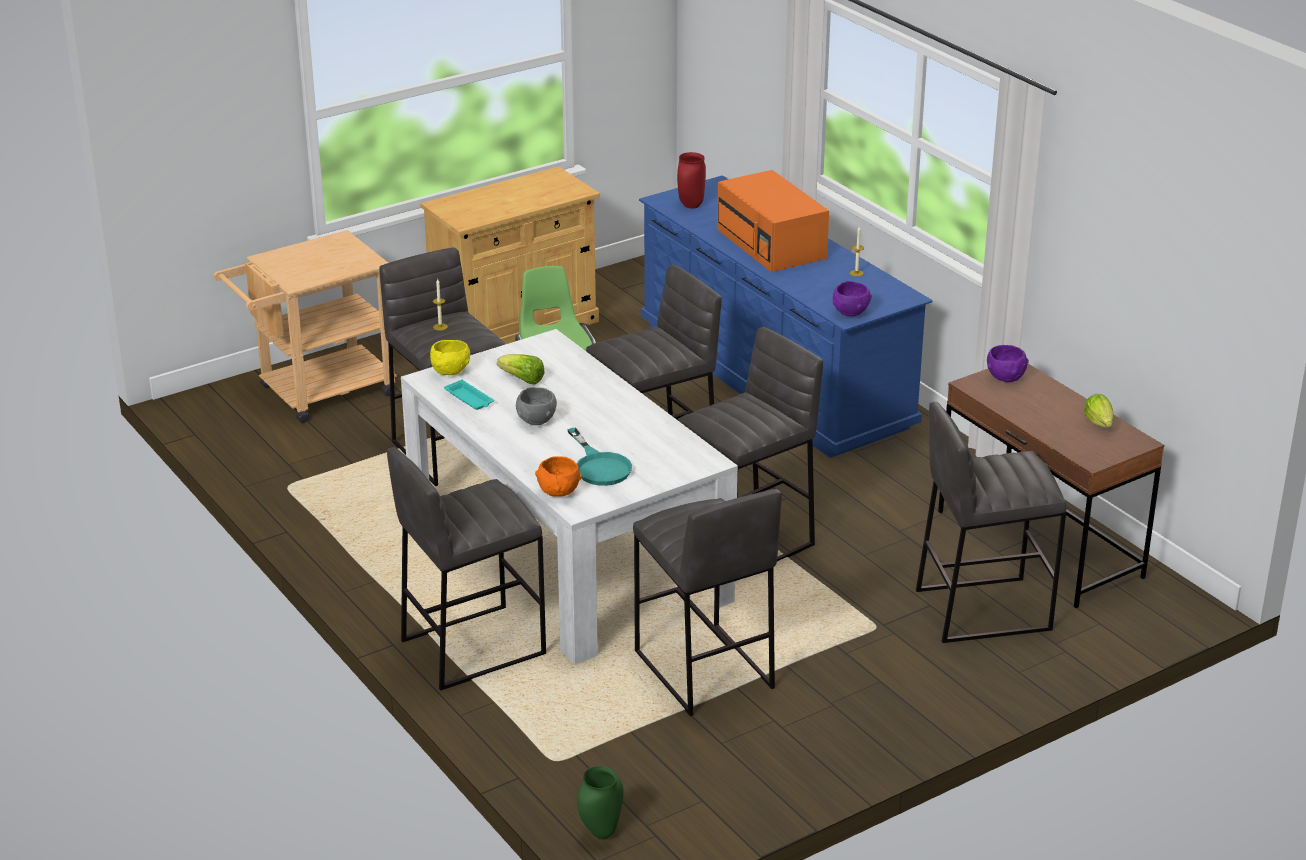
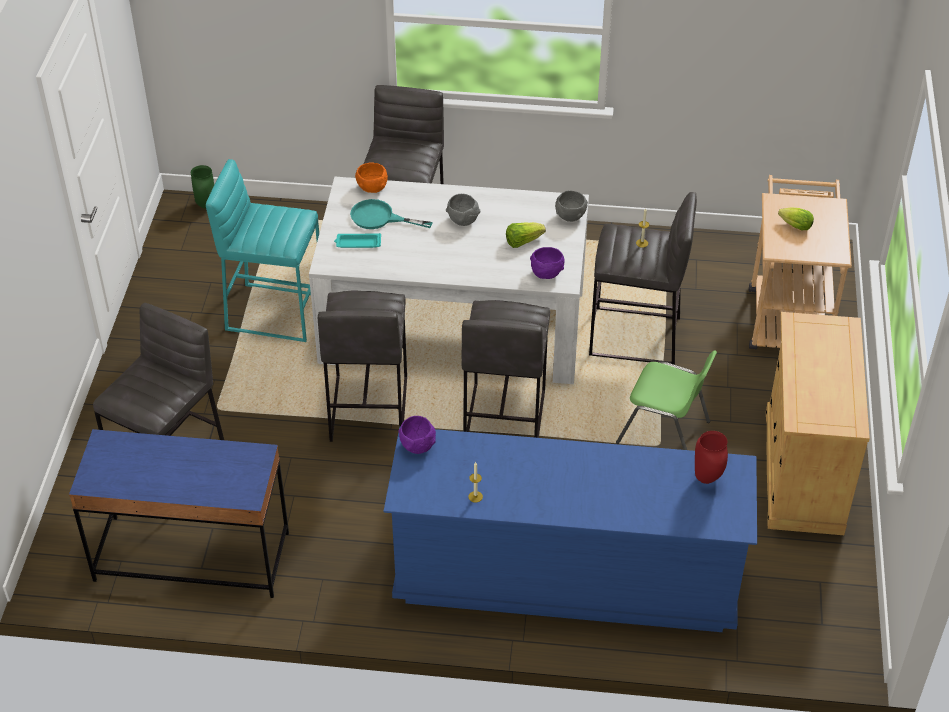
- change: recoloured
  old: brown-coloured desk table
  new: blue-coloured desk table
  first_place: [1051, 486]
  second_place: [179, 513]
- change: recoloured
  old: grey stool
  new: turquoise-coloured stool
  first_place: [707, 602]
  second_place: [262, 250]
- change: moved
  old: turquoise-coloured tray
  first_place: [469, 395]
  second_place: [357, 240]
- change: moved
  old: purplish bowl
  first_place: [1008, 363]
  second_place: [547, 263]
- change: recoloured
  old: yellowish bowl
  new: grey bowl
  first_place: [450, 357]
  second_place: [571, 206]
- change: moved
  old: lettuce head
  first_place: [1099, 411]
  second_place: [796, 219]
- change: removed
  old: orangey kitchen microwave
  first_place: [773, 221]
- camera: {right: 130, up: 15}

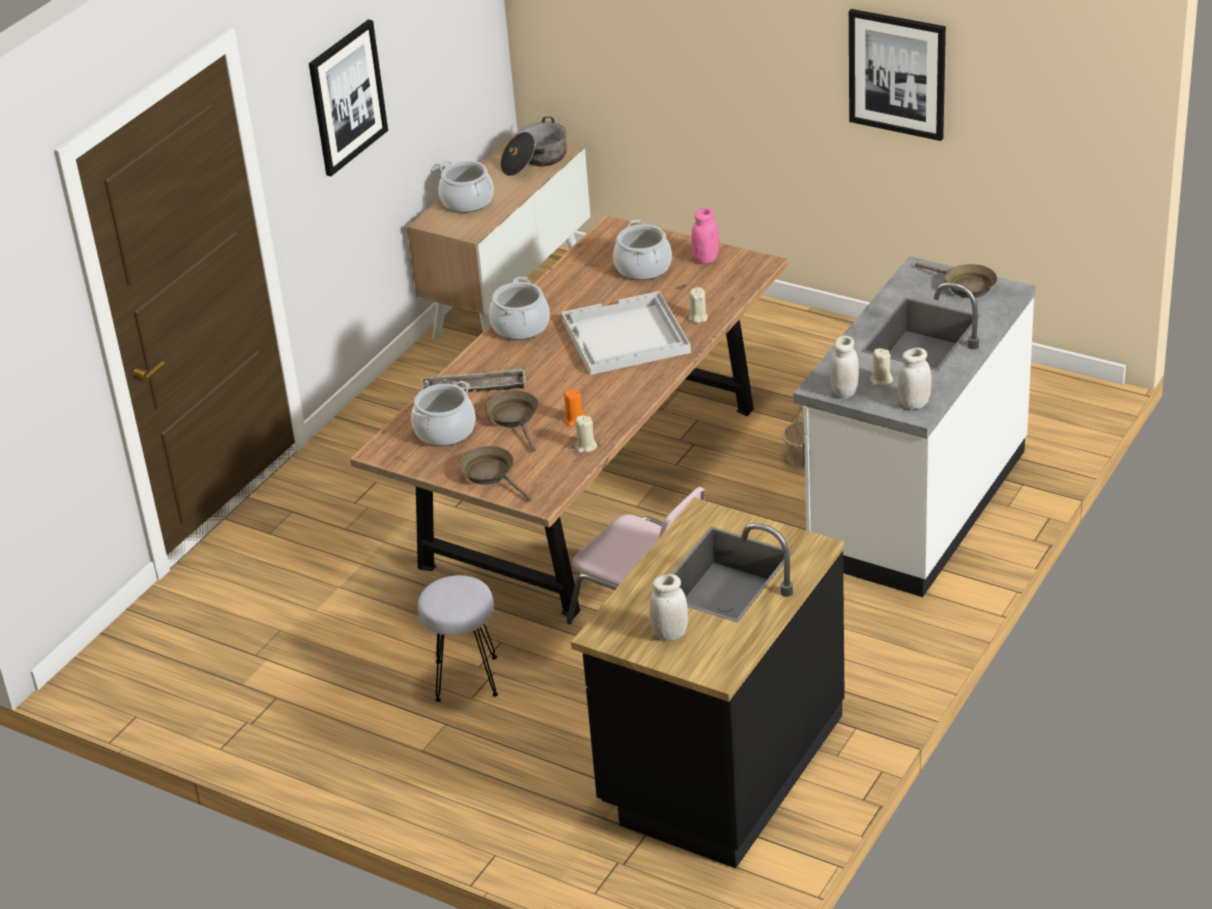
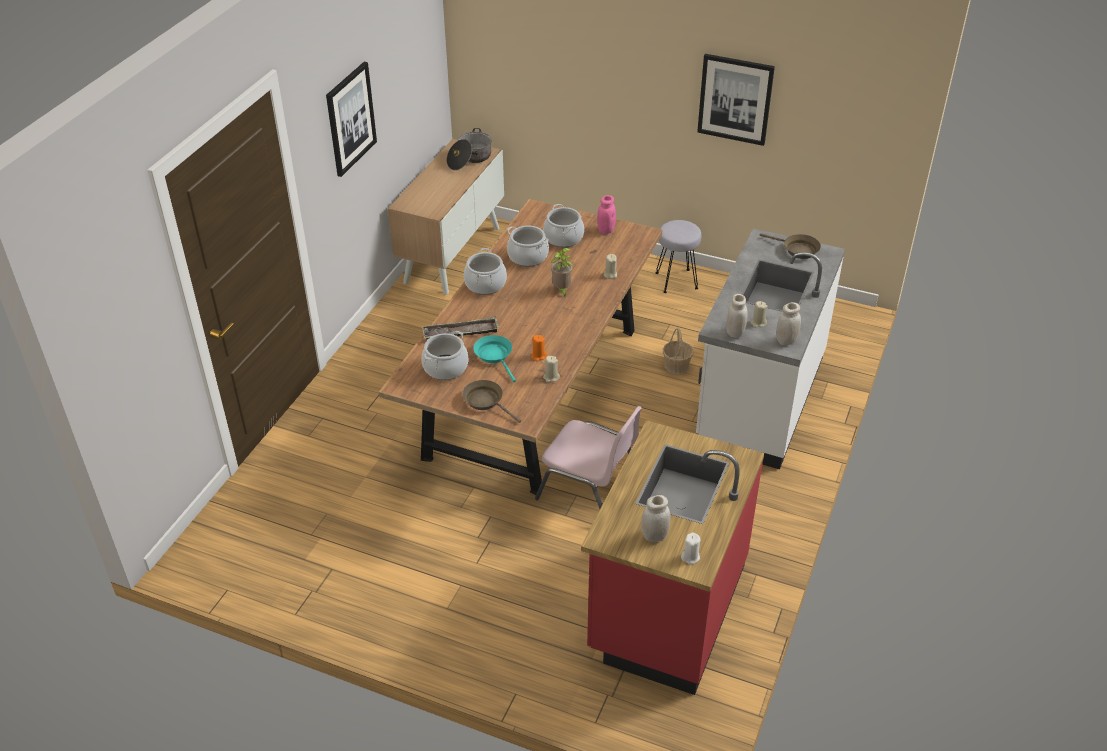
- change: recoloured
  old: brown-coloured skillet
  new: turquoise-coloured skillet
  first_place: [511, 421]
  second_place: [494, 358]
- change: moved
  old: saucepot
  first_place: [466, 187]
  second_place: [528, 246]
- change: replaced
  old: white tray
  new: plant in a pot
  first_place: [626, 333]
  second_place: [562, 273]
- change: recoloured
  old: black-coloured counter
  new: red-coloured counter
  first_place: [708, 682]
  second_place: [672, 557]
- change: moved
  old: grey stool
  first_place: [458, 638]
  second_place: [678, 256]
- change: added
  new: white candle
  second_place: [690, 548]
- camera: {right: -10, up: 5}

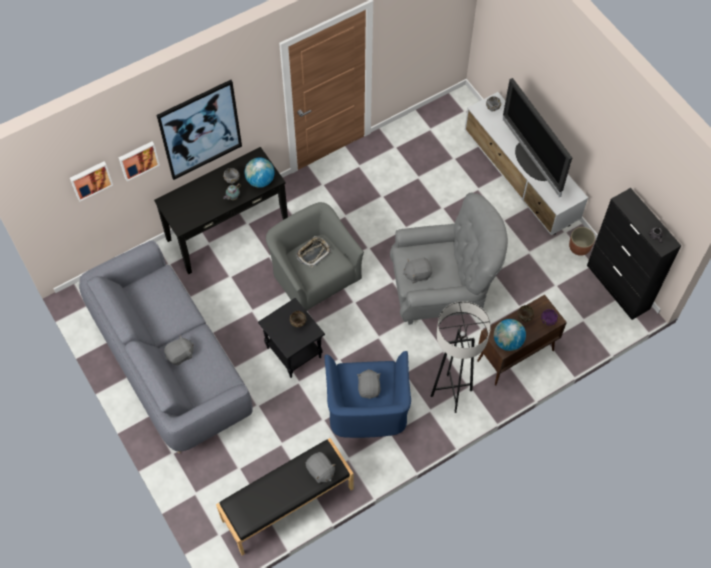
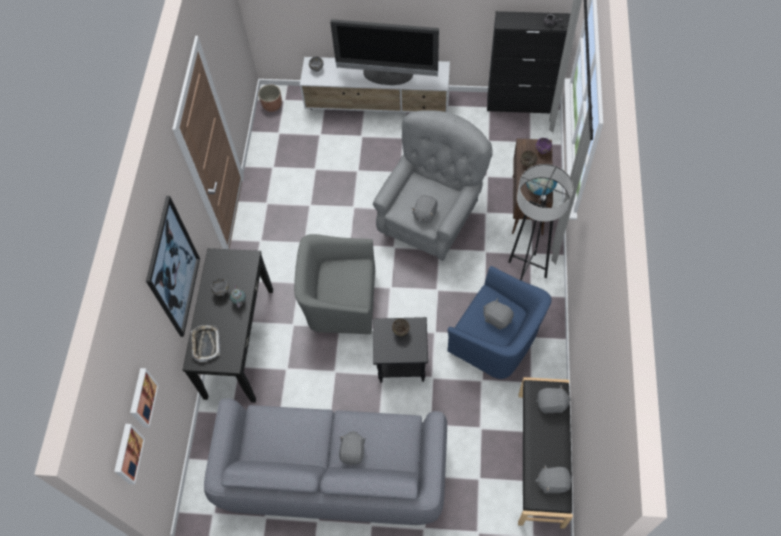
- change: moved
  old: wall art
  first_place: [139, 161]
  second_place: [129, 454]
- change: moved
  old: tray
  first_place: [313, 251]
  second_place: [205, 343]
- change: moved
  old: flower pot
  first_place: [582, 241]
  second_place: [270, 98]
- change: added
  new: grey plush toy
  second_place: [553, 479]
- change: removed
  old: desk globe
  first_place: [259, 173]
- camera: {right: -50, up: 0}

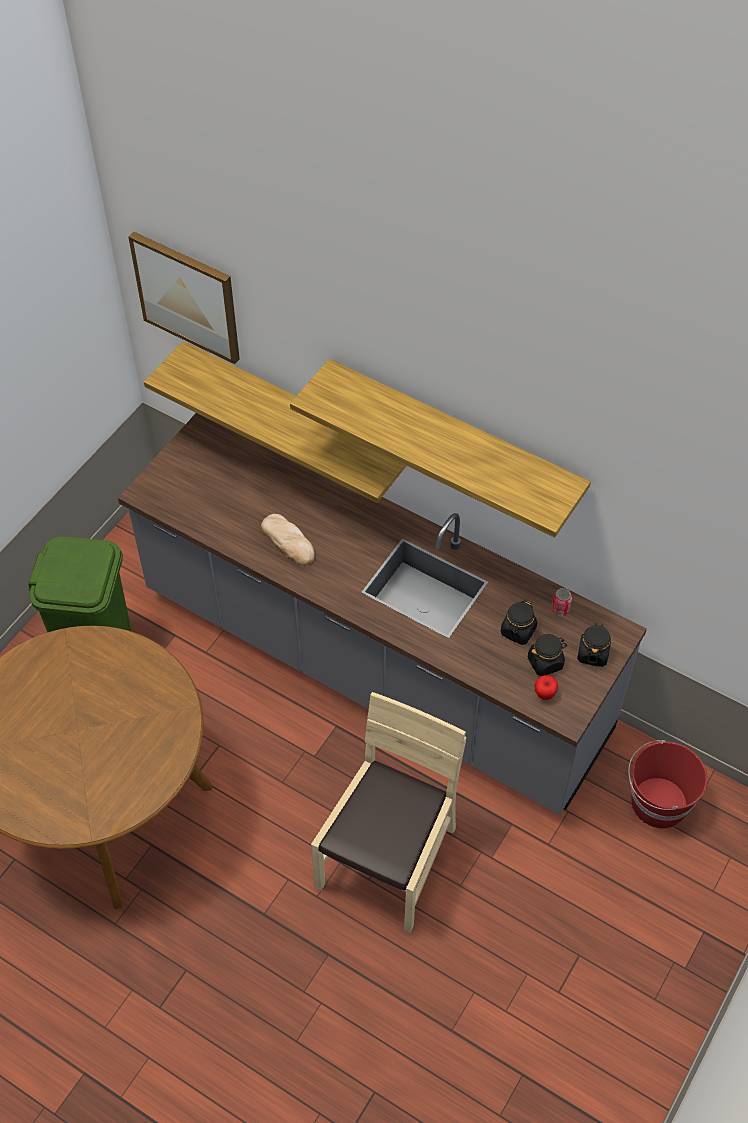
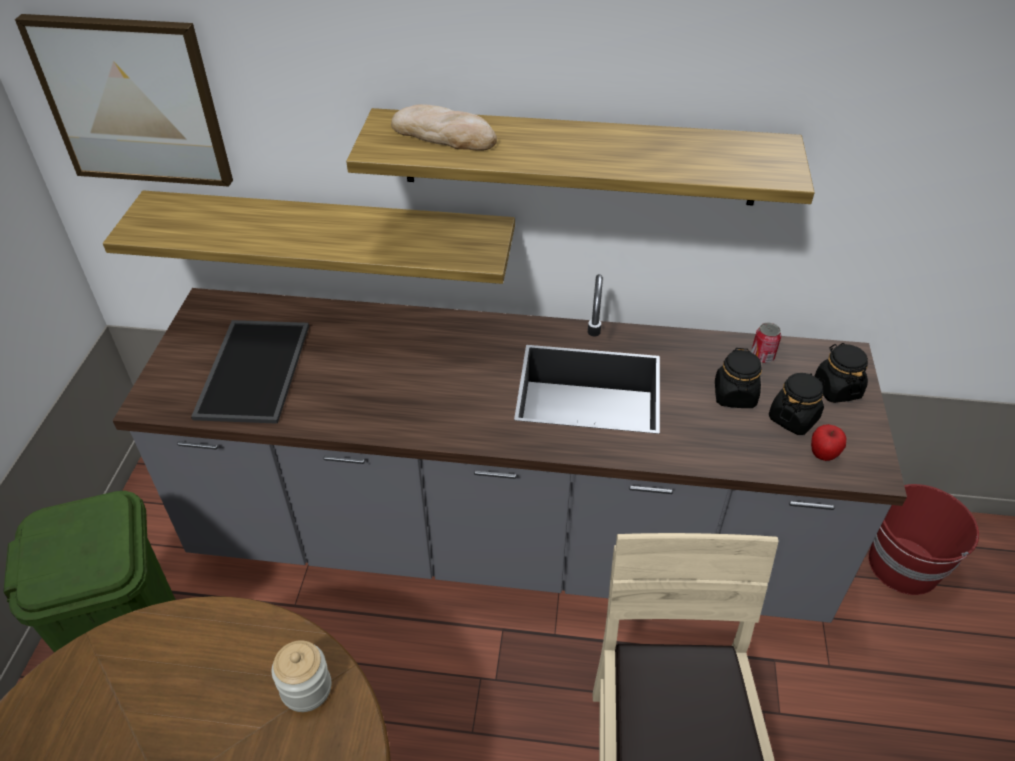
- change: added
  new: tray
  second_place: [250, 372]
- change: added
  new: preserve jar
  second_place: [301, 676]
- change: moved
  old: baked bread
  first_place: [288, 539]
  second_place: [444, 127]
- camera: {right: -25, up: -10}

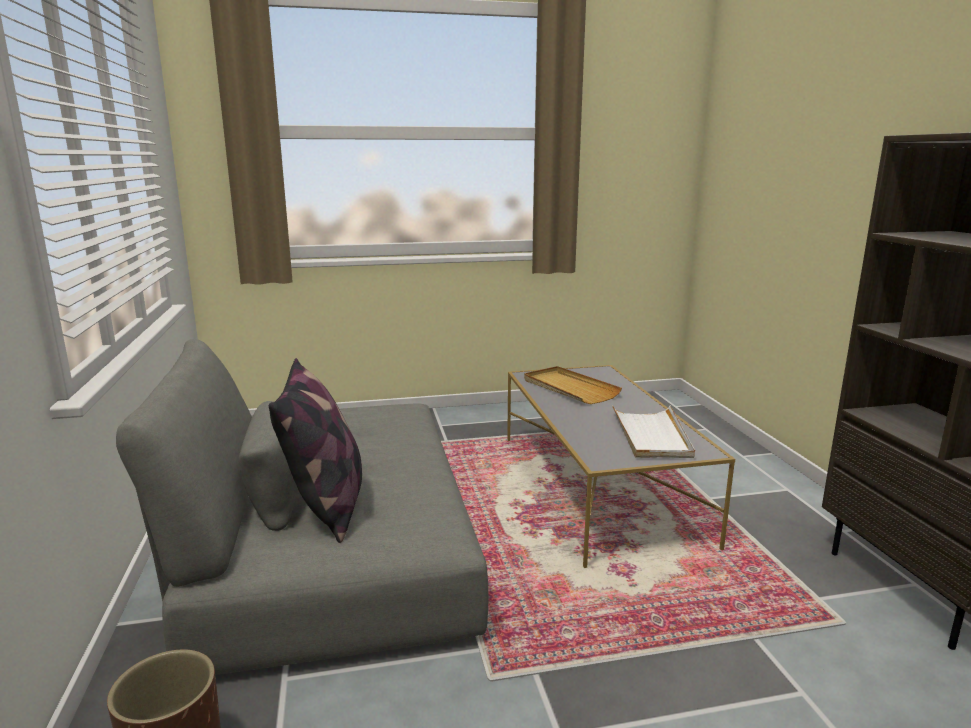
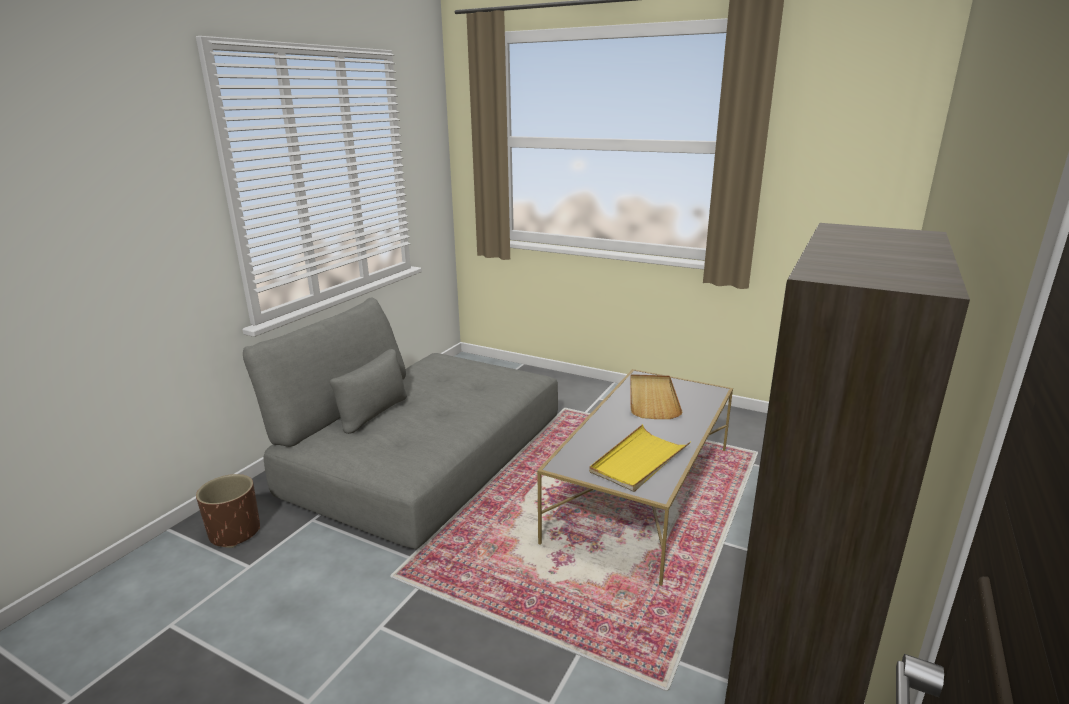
- change: recoloured
  old: white tray
  new: yellowish tray
  first_place: [653, 431]
  second_place: [640, 458]
- change: removed
  old: pillow
  first_place: [315, 450]
- camera: {right: 40, up: 5}

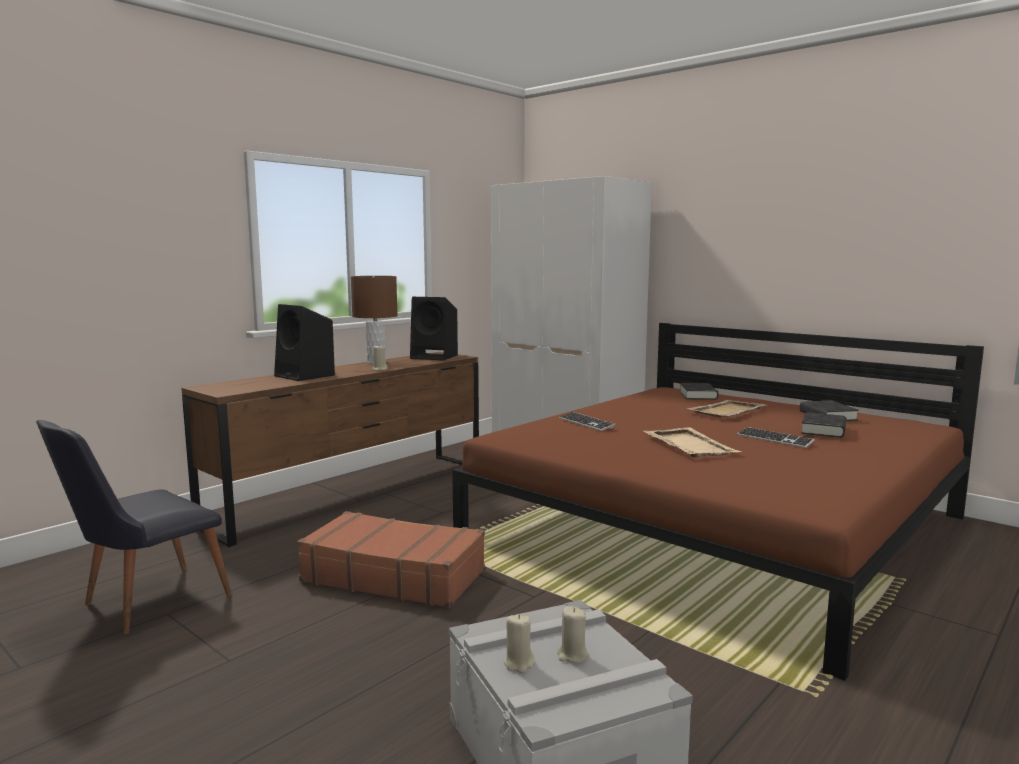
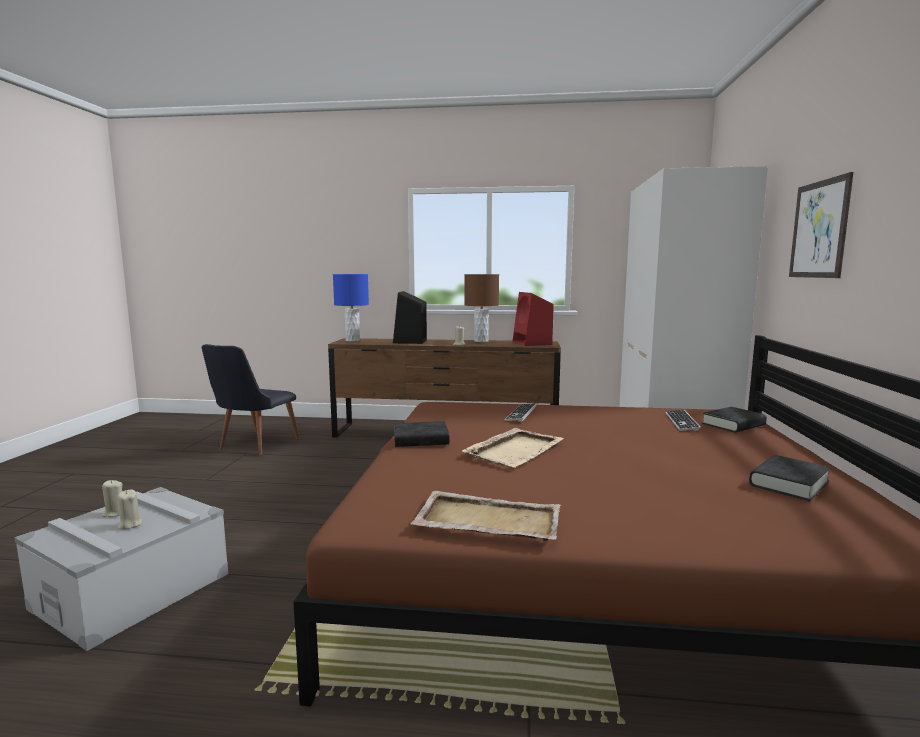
- change: turned
  old: black-coloured plain chair
  first_place: [134, 527]
  second_place: [250, 400]
  degrees: -75
- change: added
  new: blue-coloured table lamp
  second_place: [351, 307]
- change: moved
  old: black-coloured volume
  first_place: [824, 425]
  second_place: [422, 434]
- change: moved
  old: sand-coloured tray
  first_place: [726, 408]
  second_place: [485, 516]
- change: recoloured
  old: black-coloured audio speaker
  new: red-coloured audio speaker
  first_place: [434, 329]
  second_place: [533, 319]
- change: moved
  old: PC keyboard
  first_place: [776, 437]
  second_place: [683, 420]
- change: added
  new: wall art
  second_place: [821, 225]
- change: removed
  old: brown-coloured piece of luggage
  first_place: [391, 559]
- camera: {right: 55, up: 0}

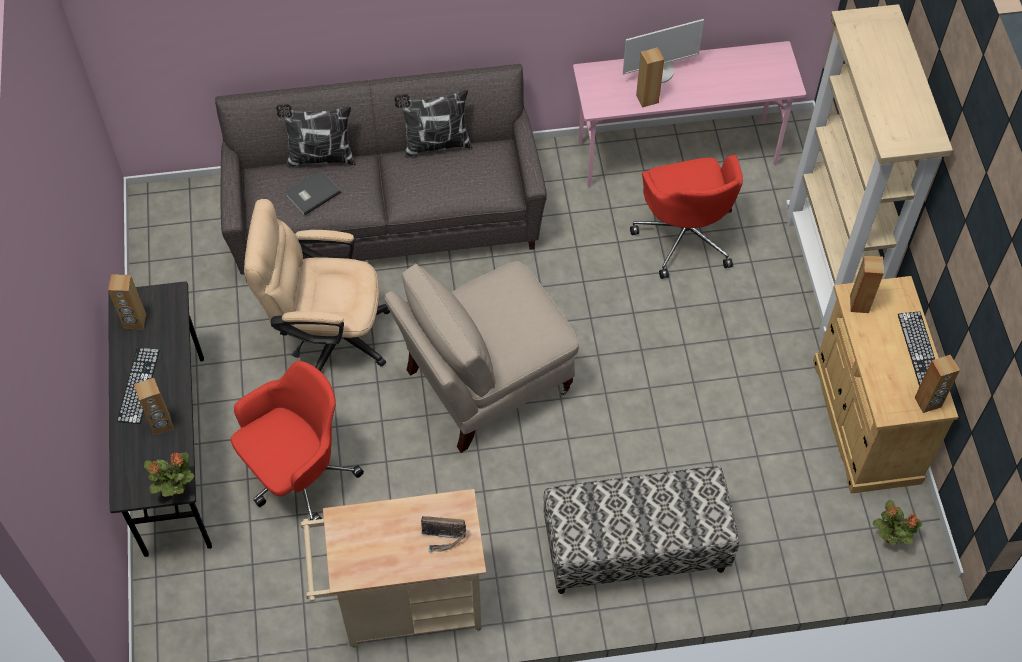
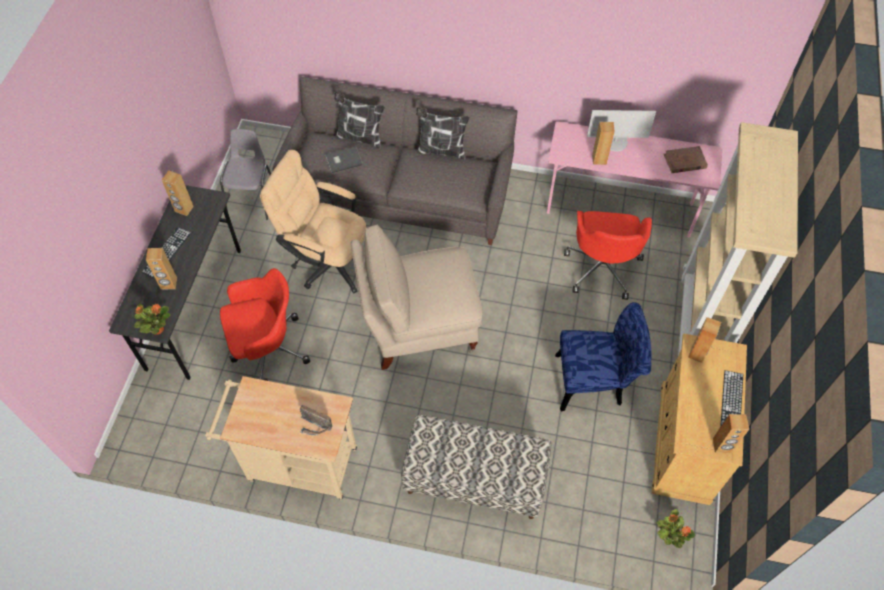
- change: added
  new: grey plain chair
  second_place: [245, 174]
- change: added
  new: blue-coloured plain chair
  second_place: [603, 357]
- change: added
  new: brown-coloured volume
  second_place: [686, 159]
- camera: {right: 20, up: 0}

